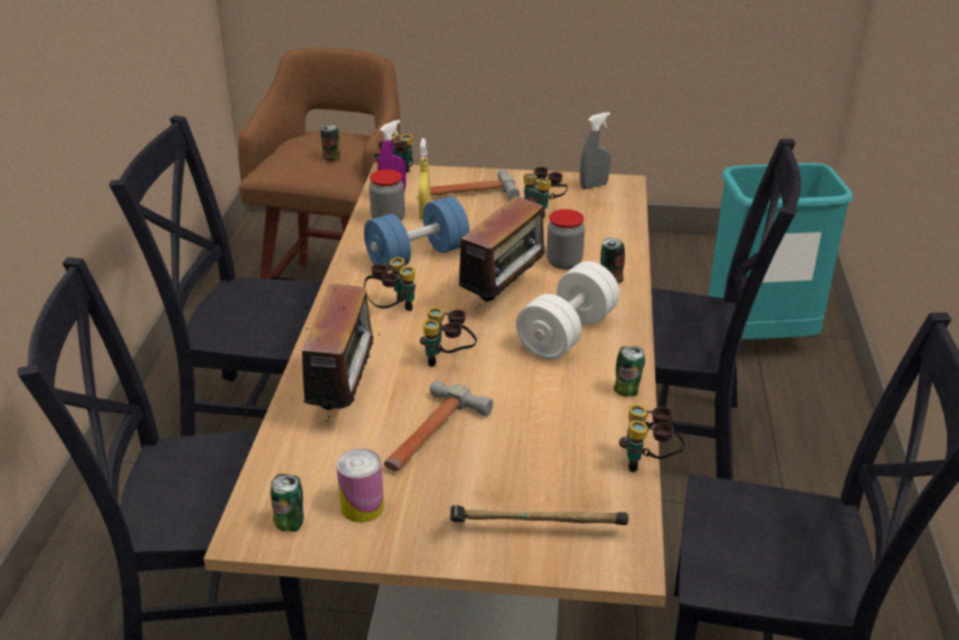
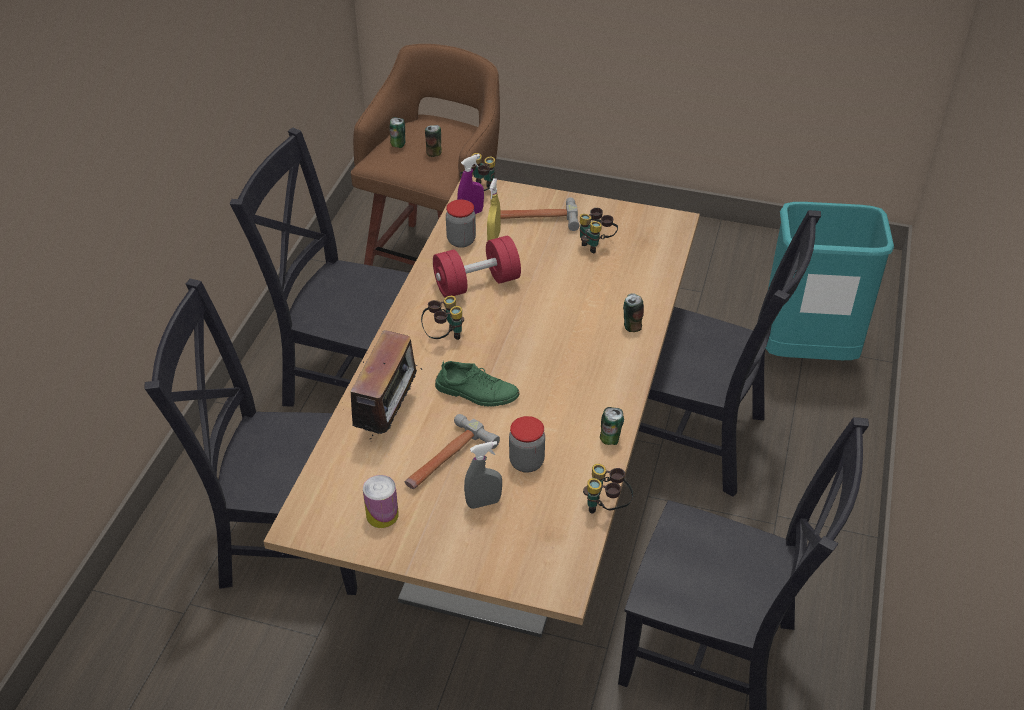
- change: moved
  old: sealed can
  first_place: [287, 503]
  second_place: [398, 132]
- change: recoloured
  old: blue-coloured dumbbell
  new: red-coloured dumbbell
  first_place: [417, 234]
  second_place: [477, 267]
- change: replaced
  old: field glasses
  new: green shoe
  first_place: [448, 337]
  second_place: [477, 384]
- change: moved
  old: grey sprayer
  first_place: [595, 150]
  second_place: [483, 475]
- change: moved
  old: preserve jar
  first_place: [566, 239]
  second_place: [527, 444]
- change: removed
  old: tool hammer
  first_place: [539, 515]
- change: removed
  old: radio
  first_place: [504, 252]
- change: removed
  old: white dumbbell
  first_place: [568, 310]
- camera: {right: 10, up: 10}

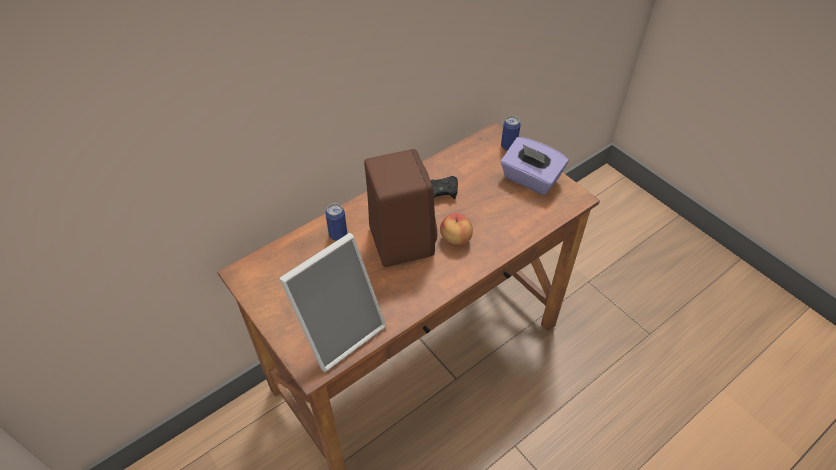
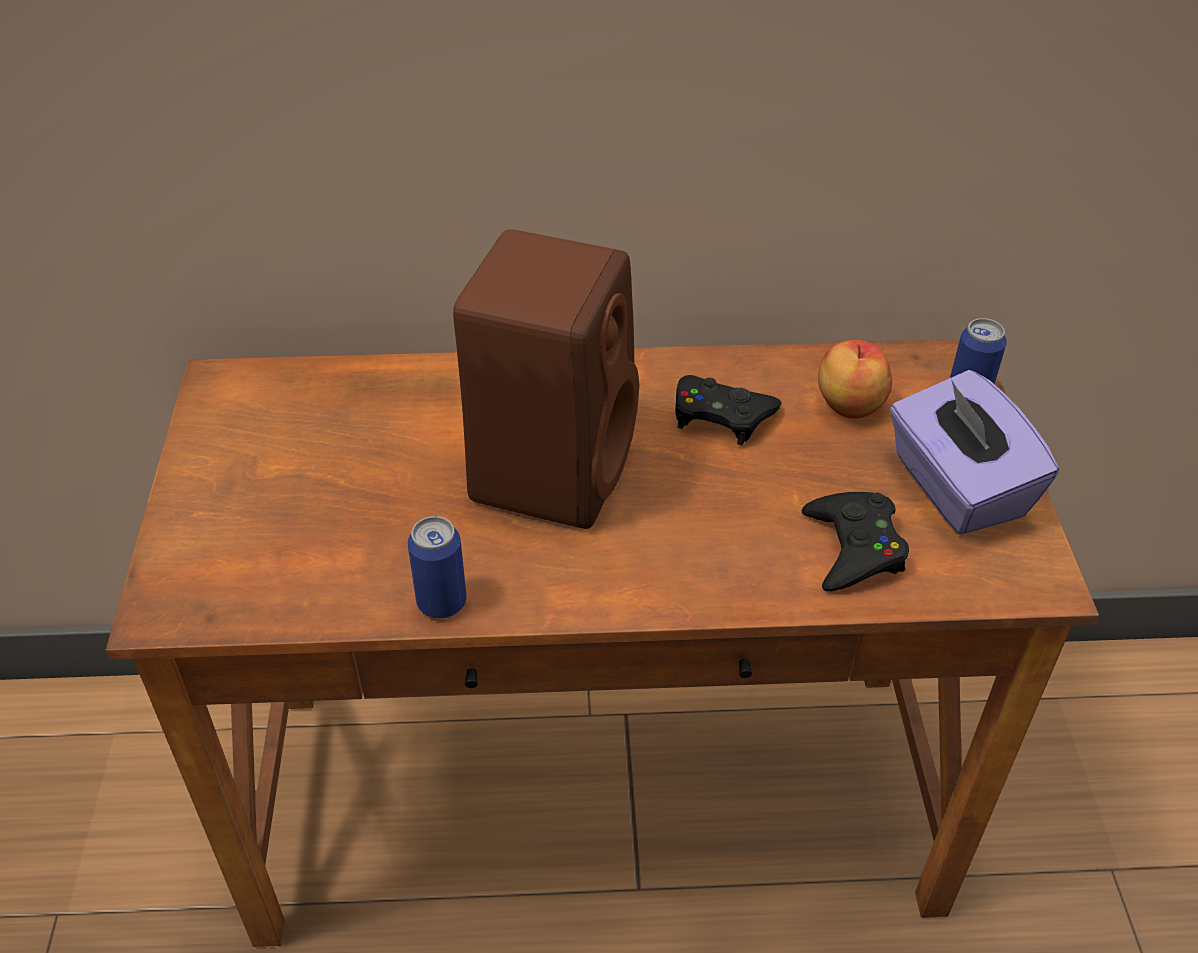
- change: moved
  old: sealed can
  first_place: [336, 222]
  second_place: [437, 567]
- change: added
  new: black-coloured joypad
  second_place: [855, 541]
- change: moved
  old: whole apple
  first_place: [456, 229]
  second_place: [855, 379]
- change: removed
  old: photo frame
  first_place: [332, 302]
- camera: {right: 35, up: -5}

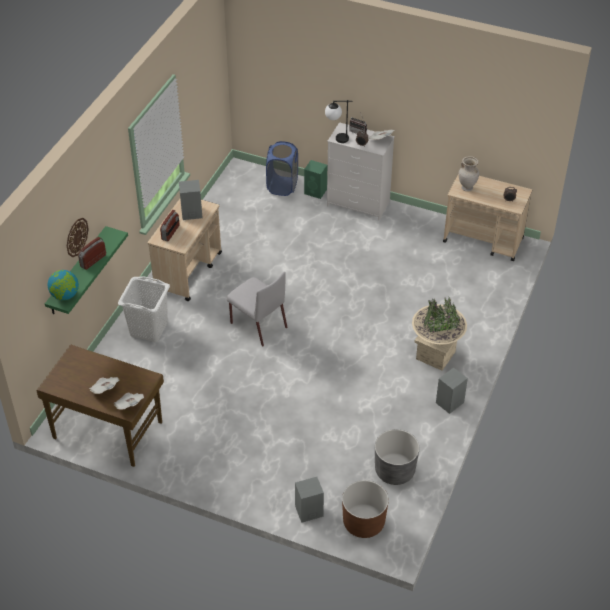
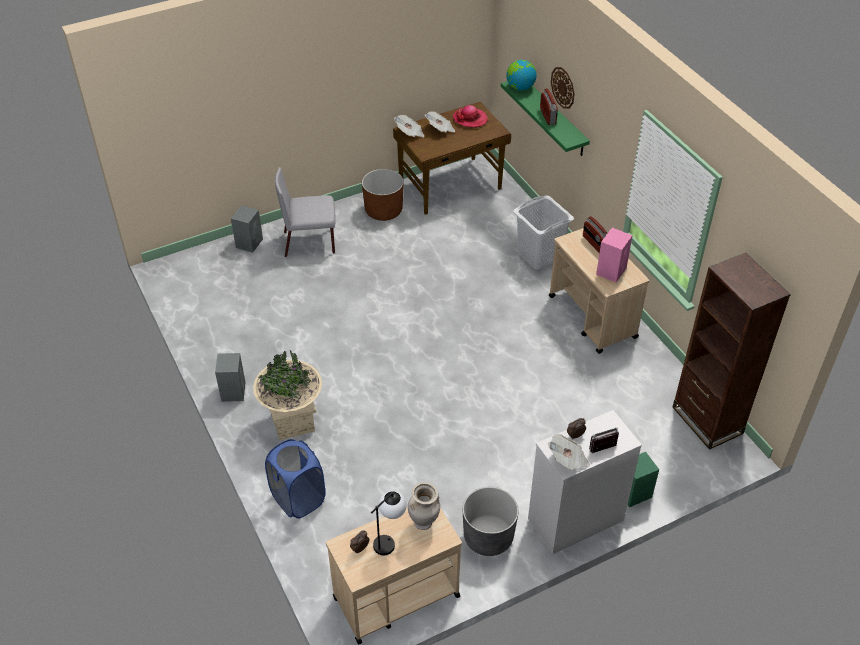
- change: moved
  old: blue-coloured washing basket
  first_place: [282, 168]
  second_place: [295, 479]
- change: moved
  old: grey plain chair
  first_place: [257, 309]
  second_place: [305, 212]
- change: moved
  old: brown-coloured flower pot
  first_place: [365, 509]
  second_place: [383, 195]
- change: moved
  old: table lamp
  first_place: [339, 121]
  second_place: [389, 523]
- change: added
  new: hat
  second_place: [470, 116]
- change: moved
  old: grey flower pot
  first_place: [397, 457]
  second_place: [490, 521]
- change: recoloured
  old: grey audio speaker
  new: pink audio speaker
  first_place: [191, 200]
  second_place: [614, 255]
- change: added
  new: brown-coloured bookcase
  second_place: [732, 351]
- camera: {right: 130, up: 0}

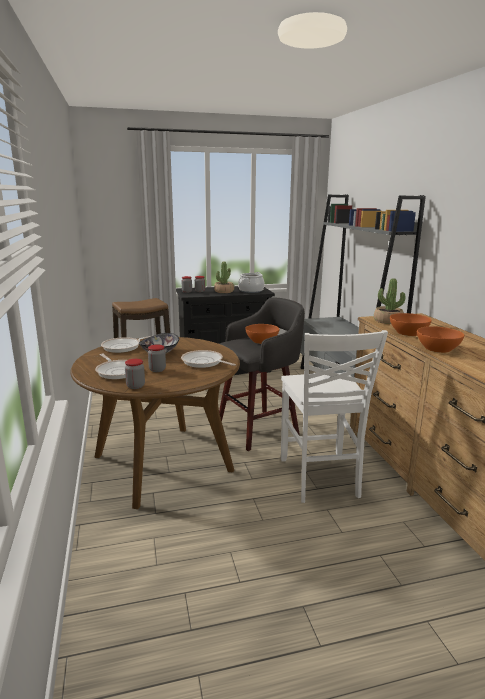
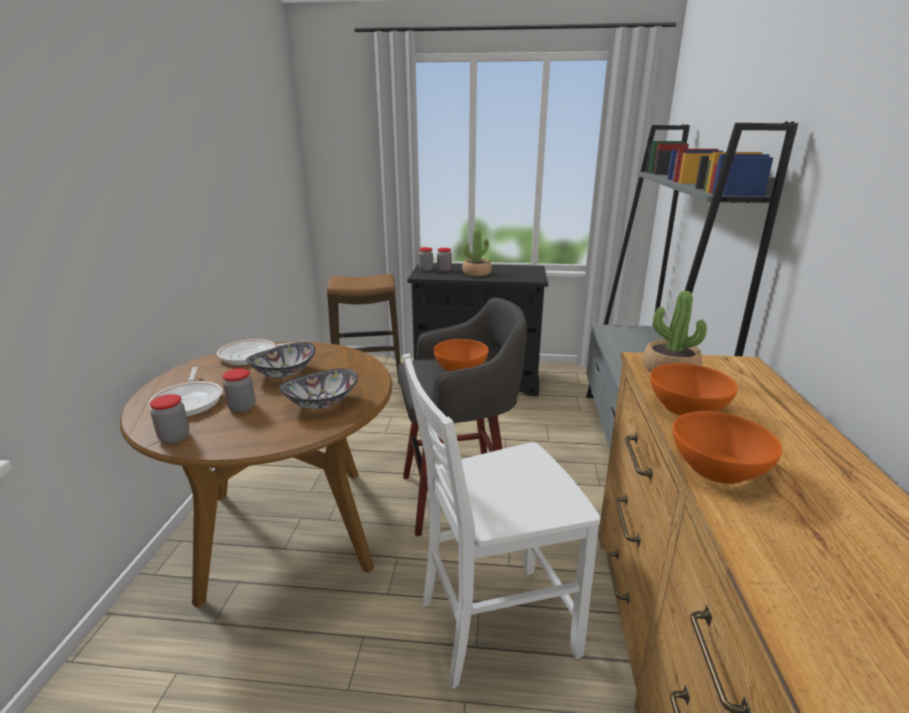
- change: replaced
  old: skillet
  new: bowl
  first_place: [208, 359]
  second_place: [318, 389]
- change: turned
  old: white plain chair
  first_place: [334, 416]
  second_place: [501, 521]
  degrees: 60
- change: removed
  old: saucepot
  first_place: [251, 282]
- camera: {right: 20, up: 5}

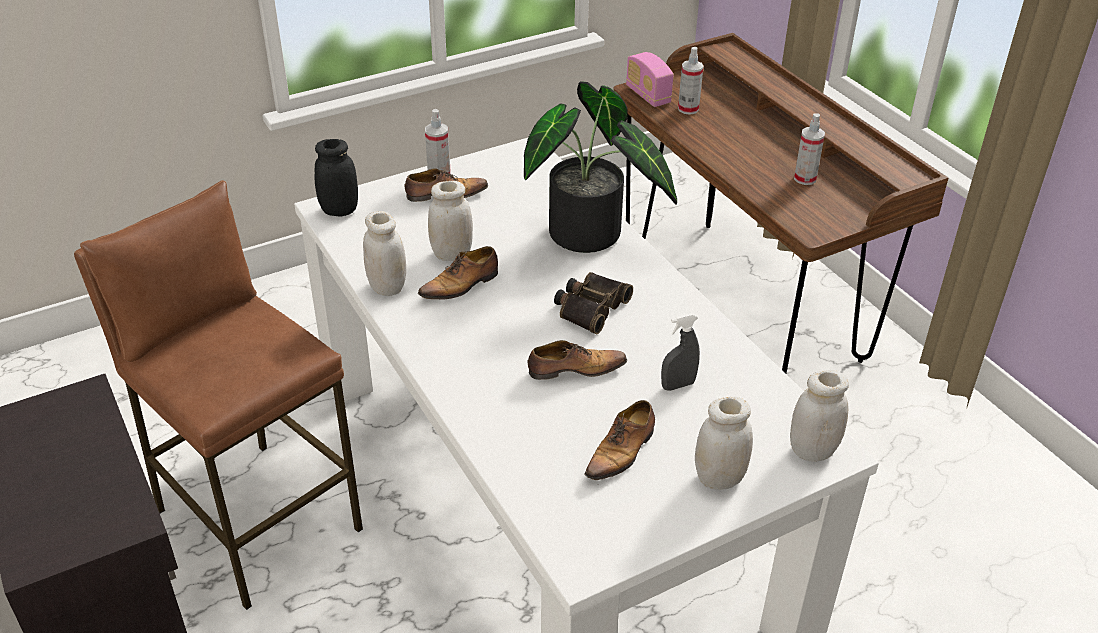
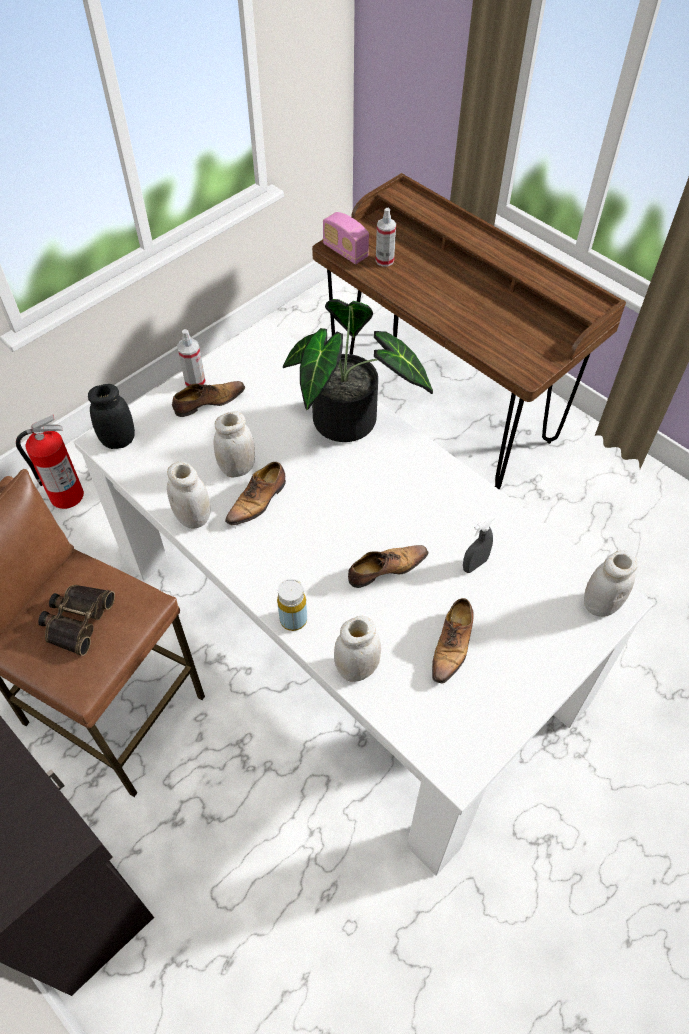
- change: added
  new: extinguisher
  second_place: [50, 461]
- change: moved
  old: field glasses
  first_place: [593, 303]
  second_place: [76, 620]
- change: added
  new: yellowish bottle
  second_place: [292, 605]
- change: moved
  old: white preserve jar
  first_place: [724, 443]
  second_place: [357, 649]
- change: removed
  old: sprayer
  first_place: [809, 149]
- camera: {right: -15, up: 15}

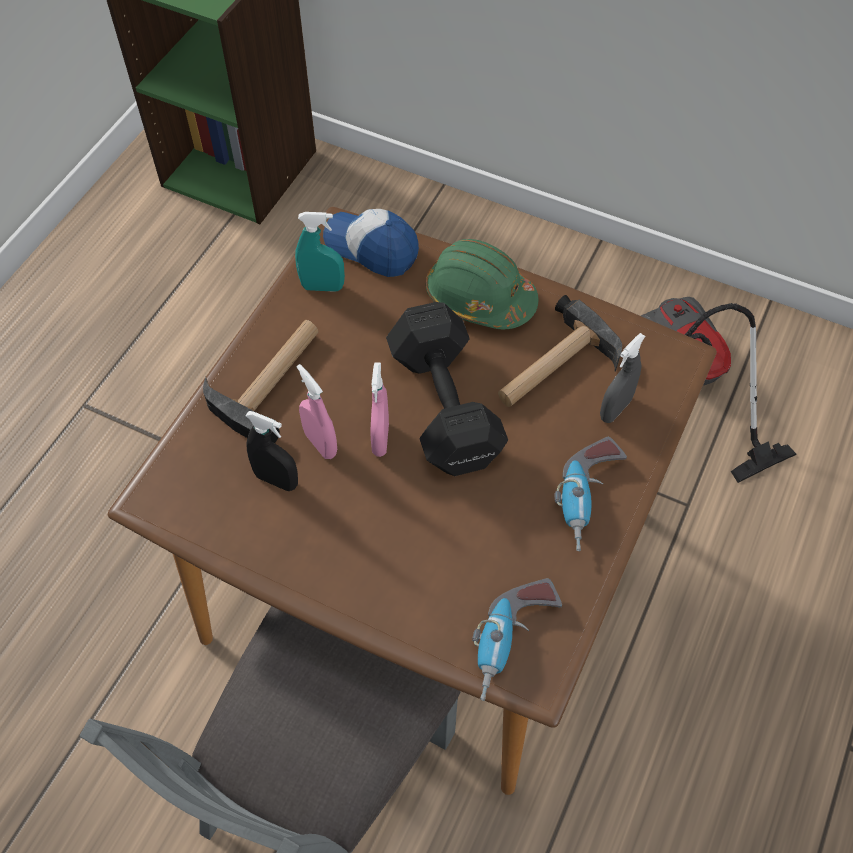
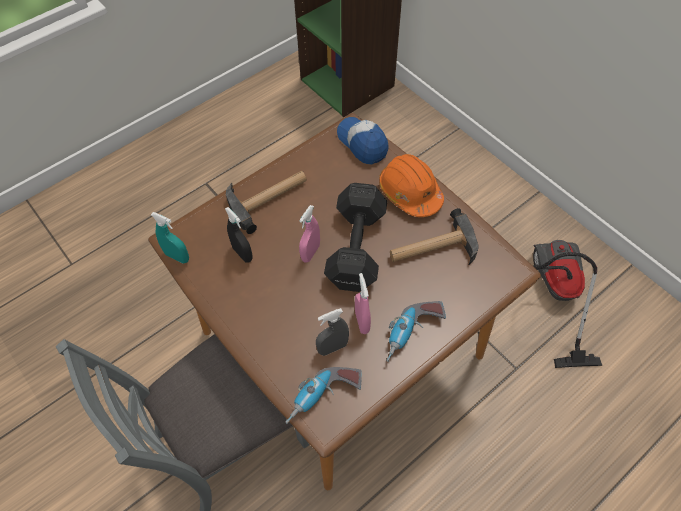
- change: moved
  old: turquoise-coloured sprayer
  first_place: [320, 252]
  second_place: [170, 238]
- change: moved
  old: grey sprayer
  first_place: [622, 378]
  second_place: [332, 332]
- change: moved
  old: pink sprayer
  first_place: [317, 411]
  second_place: [363, 303]
- change: recoloured
  old: green work helmet
  new: orangey work helmet
  first_place: [482, 284]
  second_place: [411, 185]
- camera: {right: 25, up: 0}

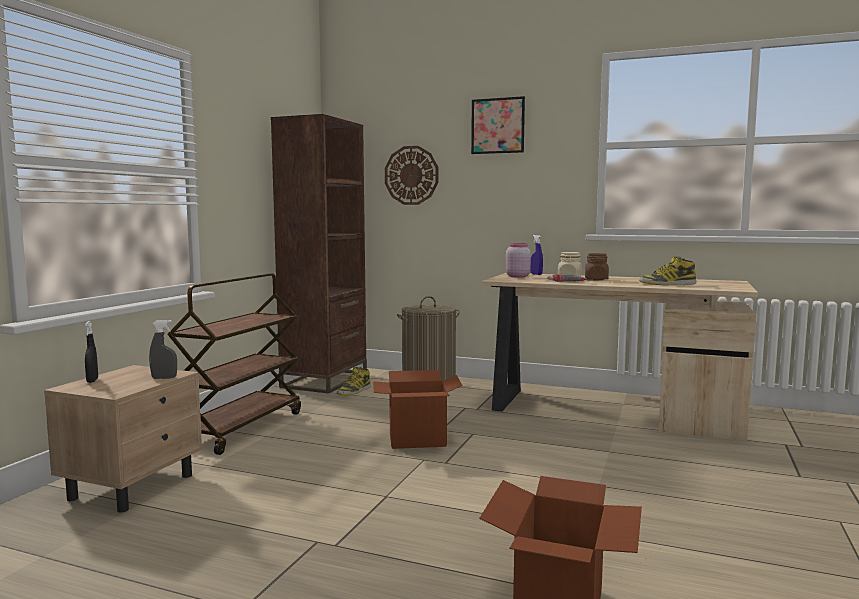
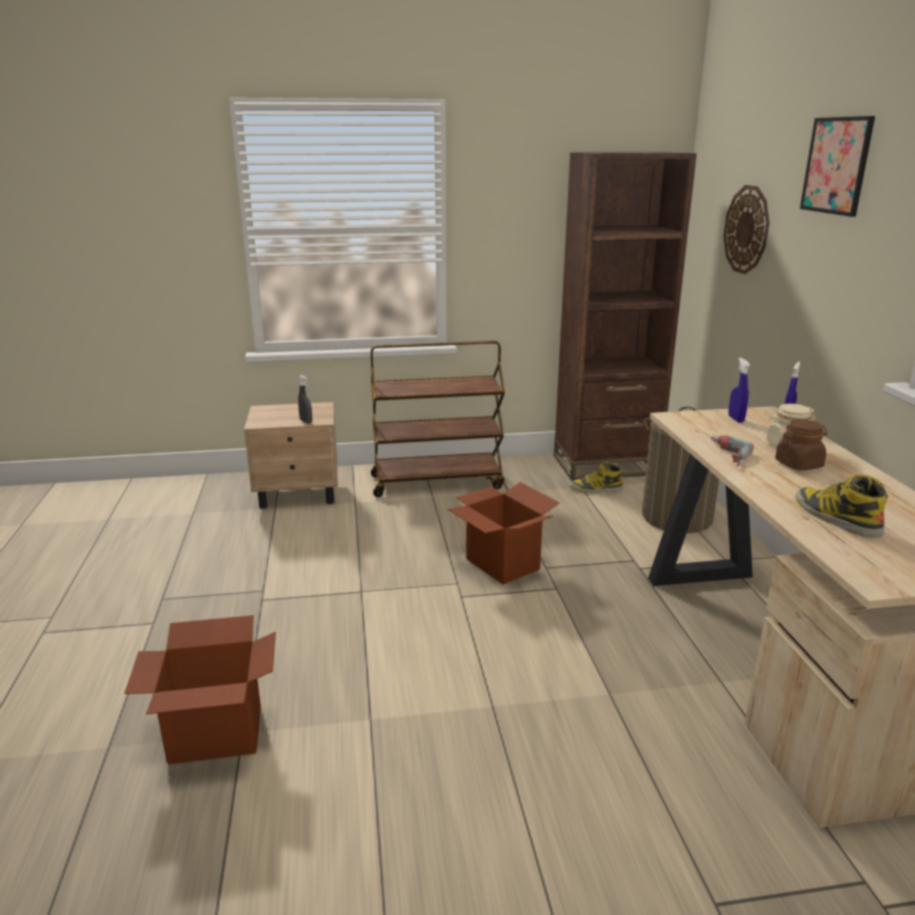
- change: replaced
  old: pink preserve jar
  new: blue-coloured sprayer
  first_place: [518, 260]
  second_place: [739, 390]
- change: removed
  old: black-coloured sprayer
  first_place: [91, 352]
- camera: {right: 60, up: 15}

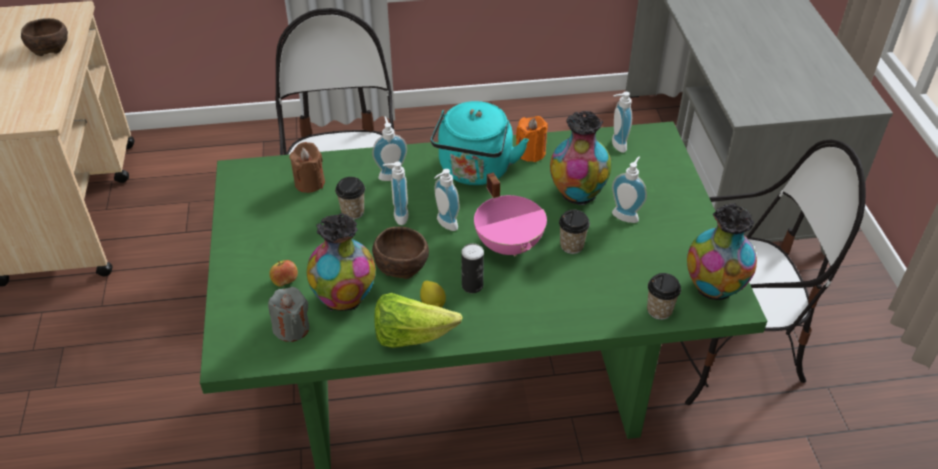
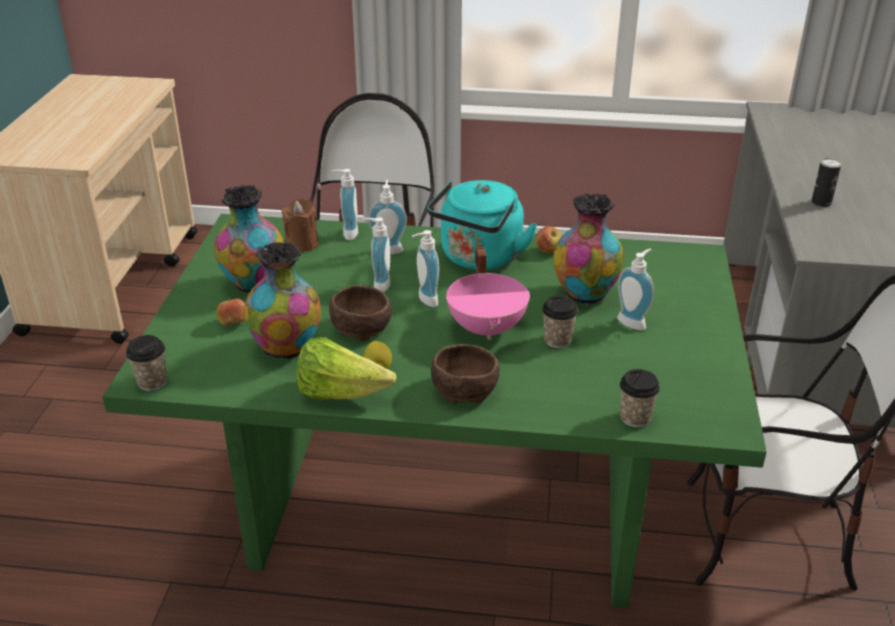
- change: moved
  old: drinking cup
  first_place: [350, 198]
  second_place: [146, 363]
- change: moved
  old: flower vase
  first_place: [722, 251]
  second_place: [249, 239]
- change: moved
  old: soap bottle
  first_place: [622, 122]
  second_place: [345, 204]
- change: moved
  old: brown-coloured bowl
  first_place: [44, 37]
  second_place: [465, 374]
- change: replaced
  old: orangey candle
  new: whole apple
  first_place: [532, 139]
  second_place: [549, 239]
- change: moved
  old: sealed can
  first_place: [472, 268]
  second_place: [826, 182]
- change: removed
  old: grey candle
  first_place: [288, 314]
- camera: {right: 15, up: -10}

